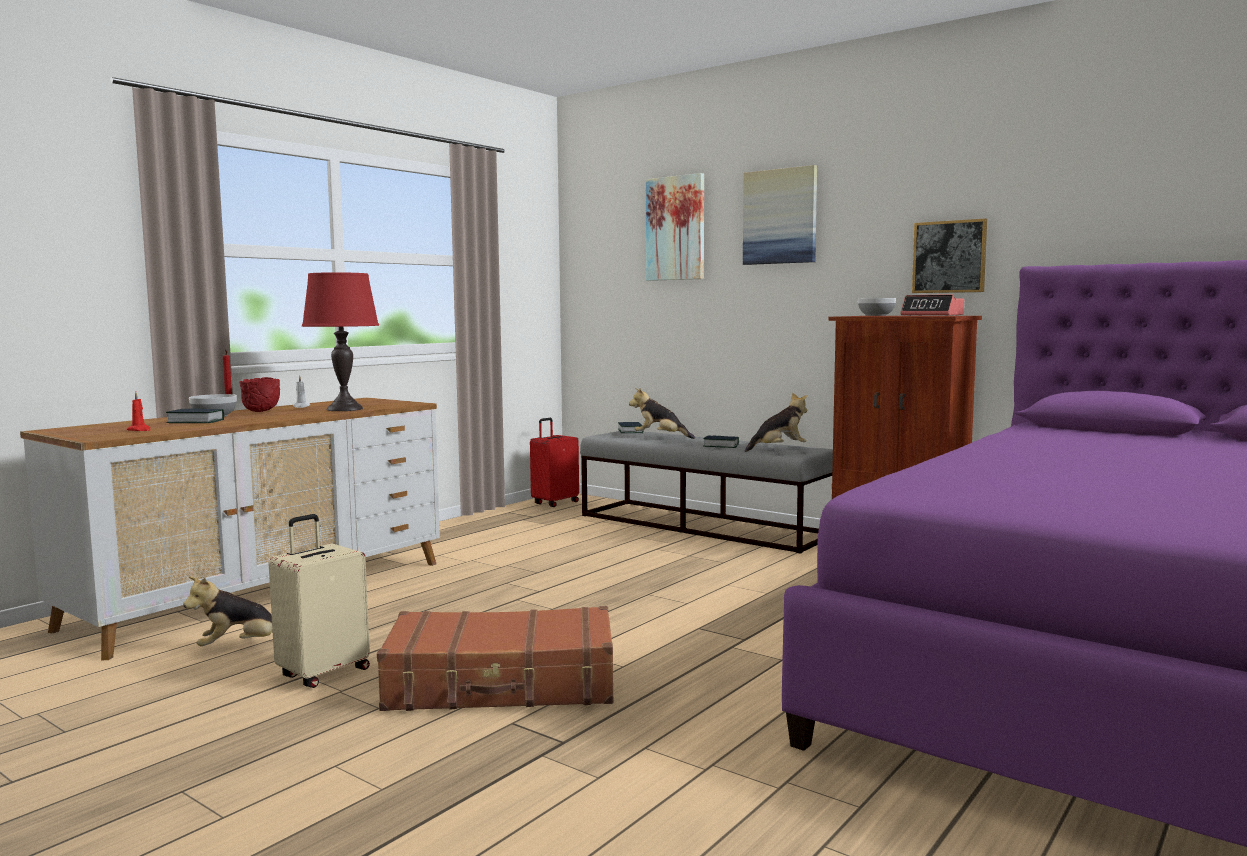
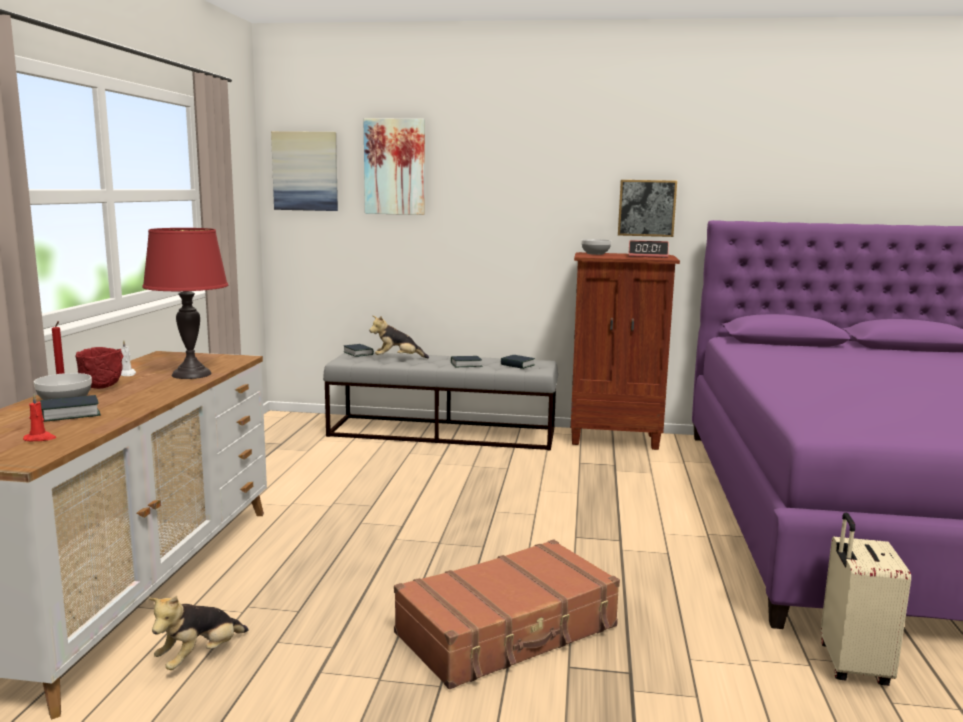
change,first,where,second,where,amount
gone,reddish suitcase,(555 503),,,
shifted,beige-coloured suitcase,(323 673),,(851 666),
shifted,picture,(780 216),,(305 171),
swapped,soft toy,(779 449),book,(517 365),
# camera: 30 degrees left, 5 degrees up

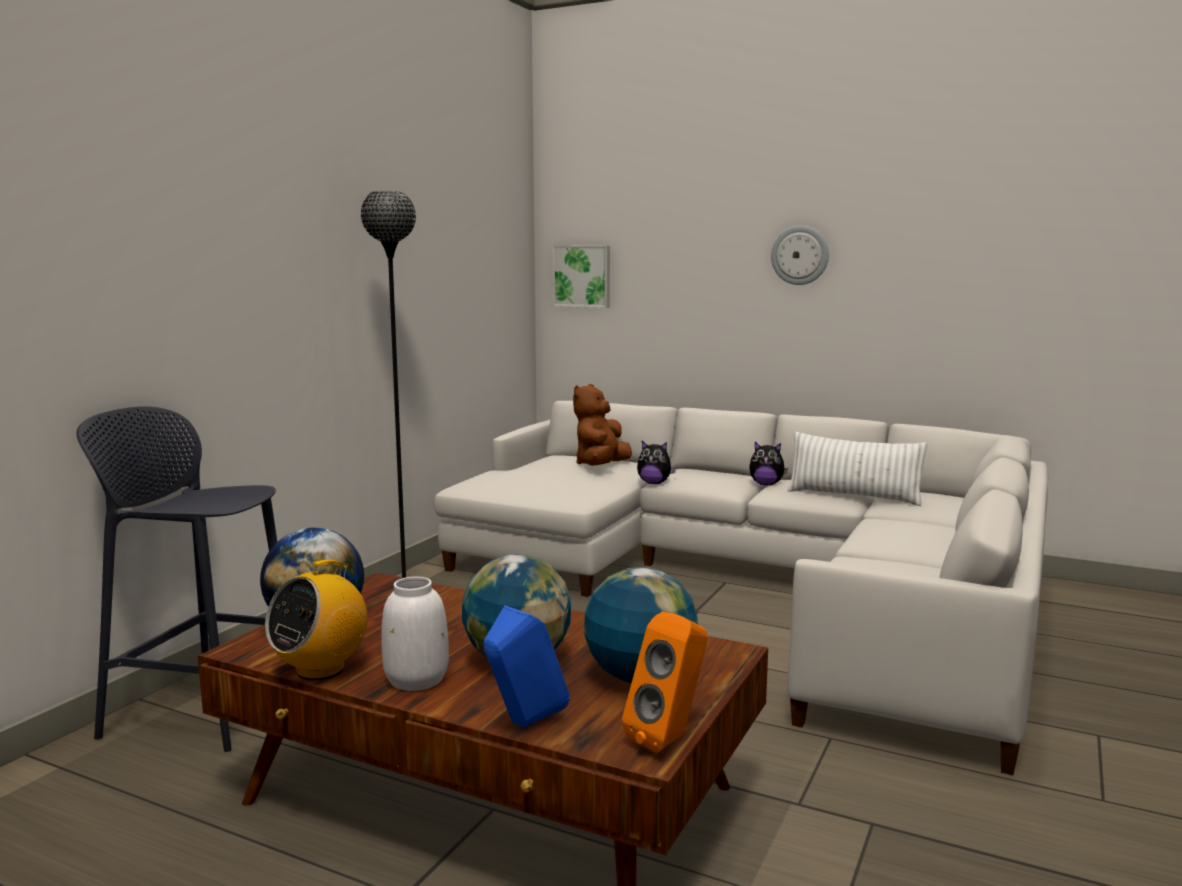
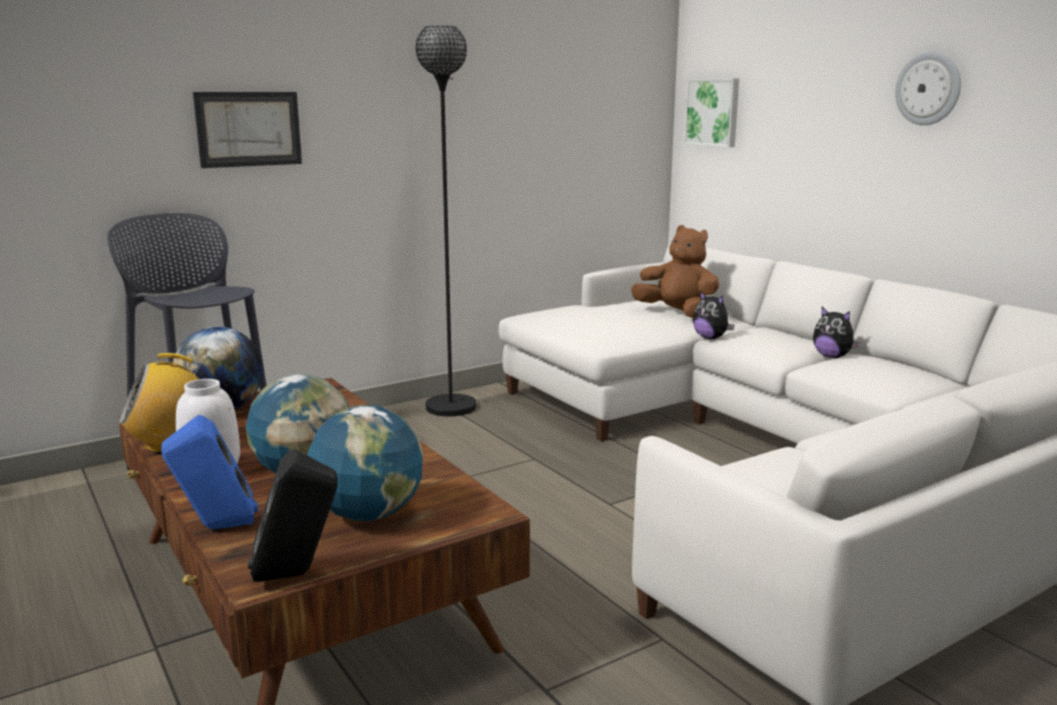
change,first,where,second,where,amount
gone,white cushion,(853 496),,,
new,,,picture,(249 129),
repainted,orange-coloured audio speaker,(669 739),blackish audio speaker,(297 574),
rotated,brown-coloured soft toy,(601 466),,(677 314),75 degrees clockwise
# camera: 30 degrees right, 5 degrees up

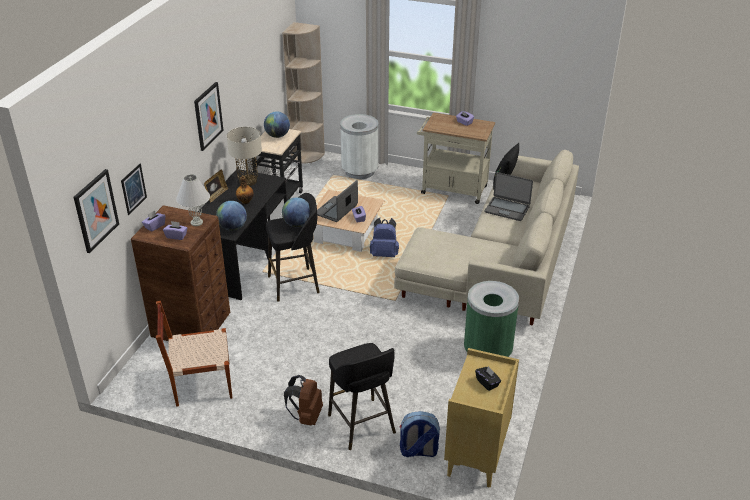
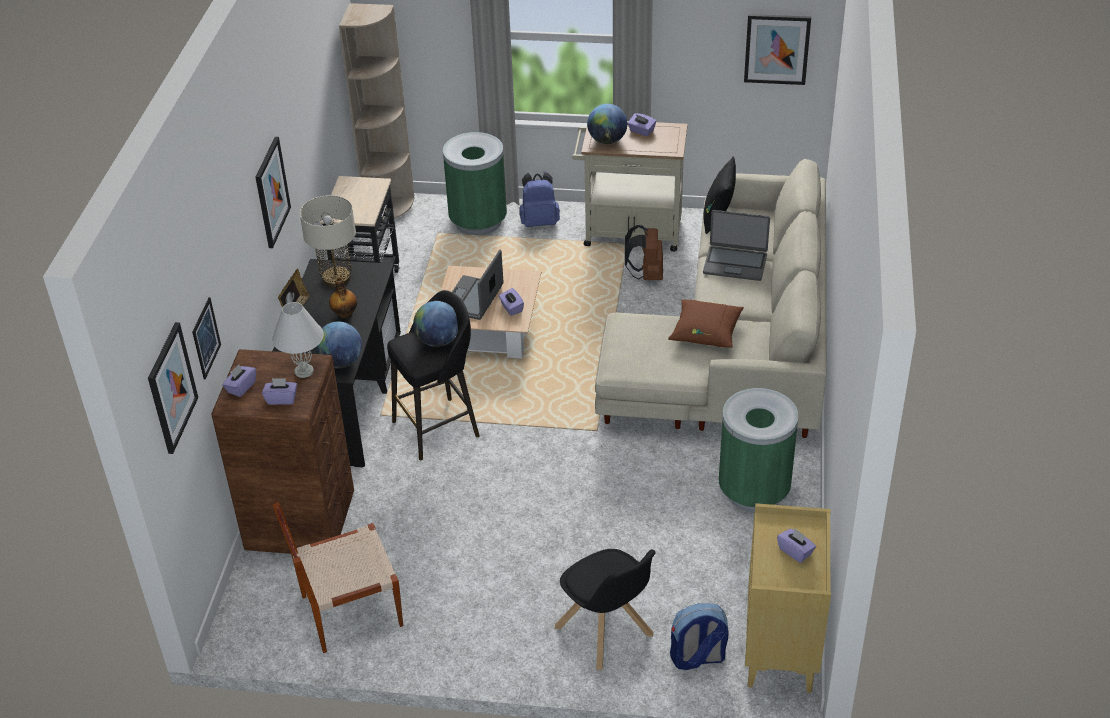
change,first,where,second,where,amount
new,,,brown-coloured cushion,(705 332),
new,,,picture,(777 49),
shifted,globe,(277 136),,(607 140),
shifted,brown-coloured rucksack,(306 416),,(646 275),
shifted,blue-coloured rucksack,(384 254),,(539 222),
swapped,blackish sitting stool,(362 425),blackish chair,(607 634),
repainted,white rubbish bin,(359 171),greenish rubbish bin,(478 221),
repainted,blackish tissue box,(487 383),purple tissue box,(795 551),
# camera: 10 degrees left, 5 degrees up

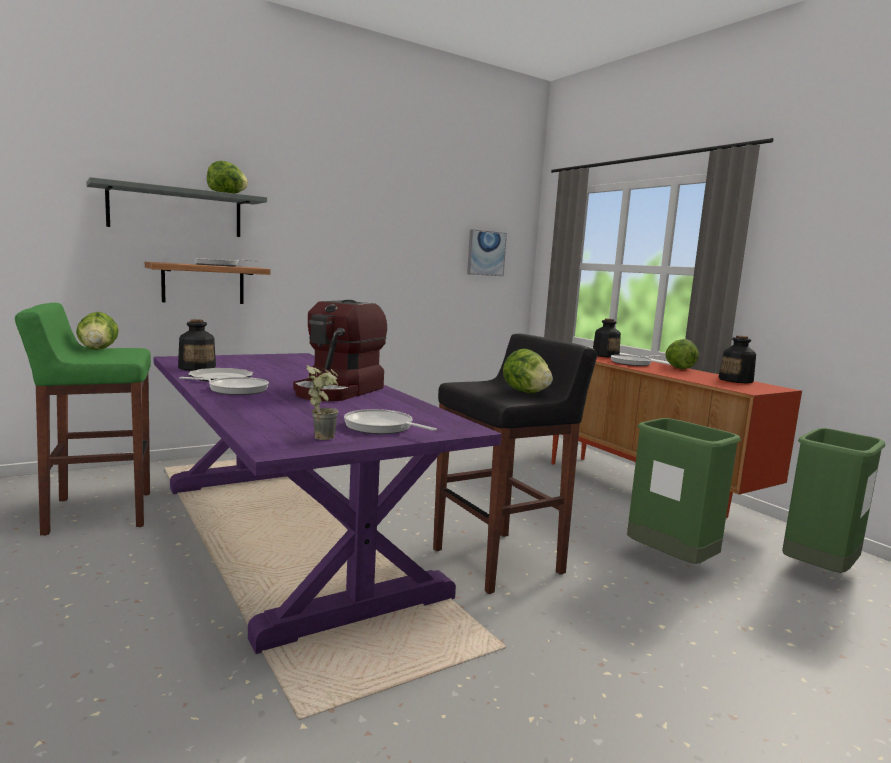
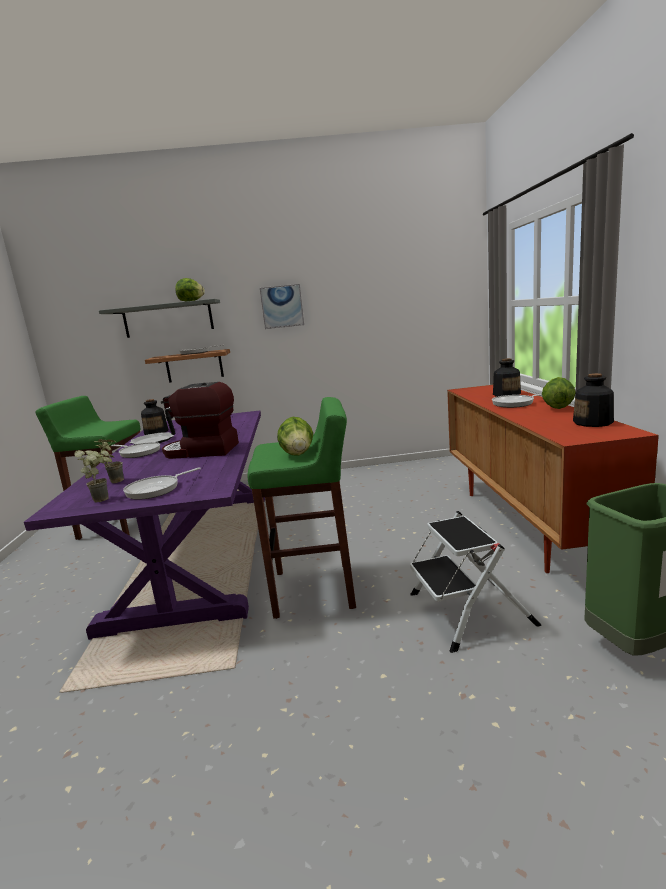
change,first,where,second,where,amount
gone,lettuce,(98 349),,,
new,,,houseplant,(113 481),
shifted,picture,(486 253),,(282 306),
swapped,greenish rubbish bin,(670 562),stepladder,(470 611),
repainted,blackish sitting stool,(499 561),greenish sitting stool,(315 589),
rotated,coffee brewer,(339 391),,(201 451),45 degrees clockwise
rotated,frying pan,(381 427),,(156 489),105 degrees counterclockwise
# camera: 30 degrees right, 5 degrees up

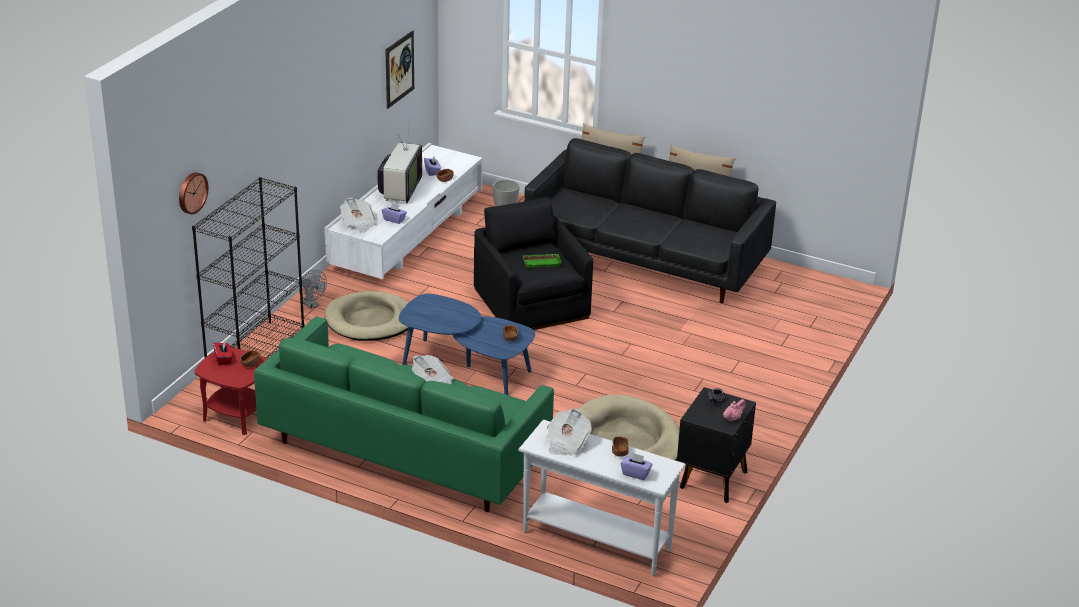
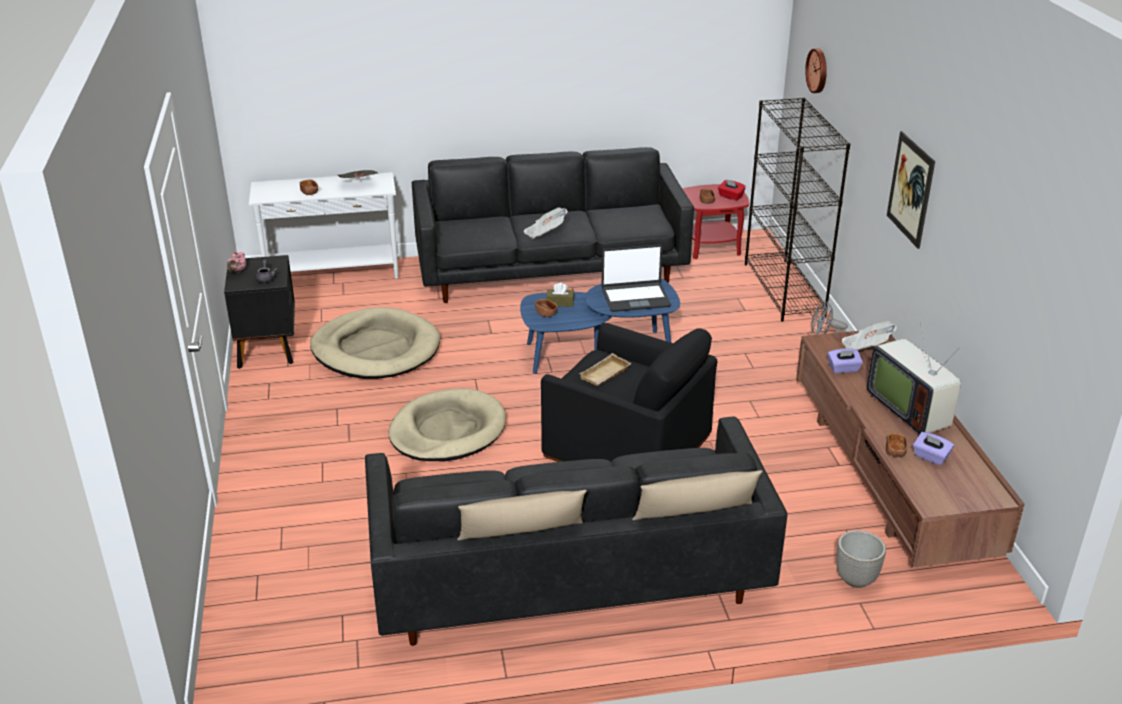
change,first,where,second,where,amount
gone,purple tissue box,(636 473),,,
new,,,brown-coloured tissue box,(560 303),
new,,,portable computer,(635 298),
shifted,beige-coloured dog bed,(370 321),,(447 430),
shifted,picture,(399 69),,(910 189),
repainted,greenish couch,(405 452),blackish couch,(551 273),
repainted,white tv stand,(406 233),brown-coloured tv stand,(891 471),
repainted,greenish carrying tray,(542 262),beige-coloured carrying tray,(605 375),
# camera: 145 degrees right, 0 degrees up

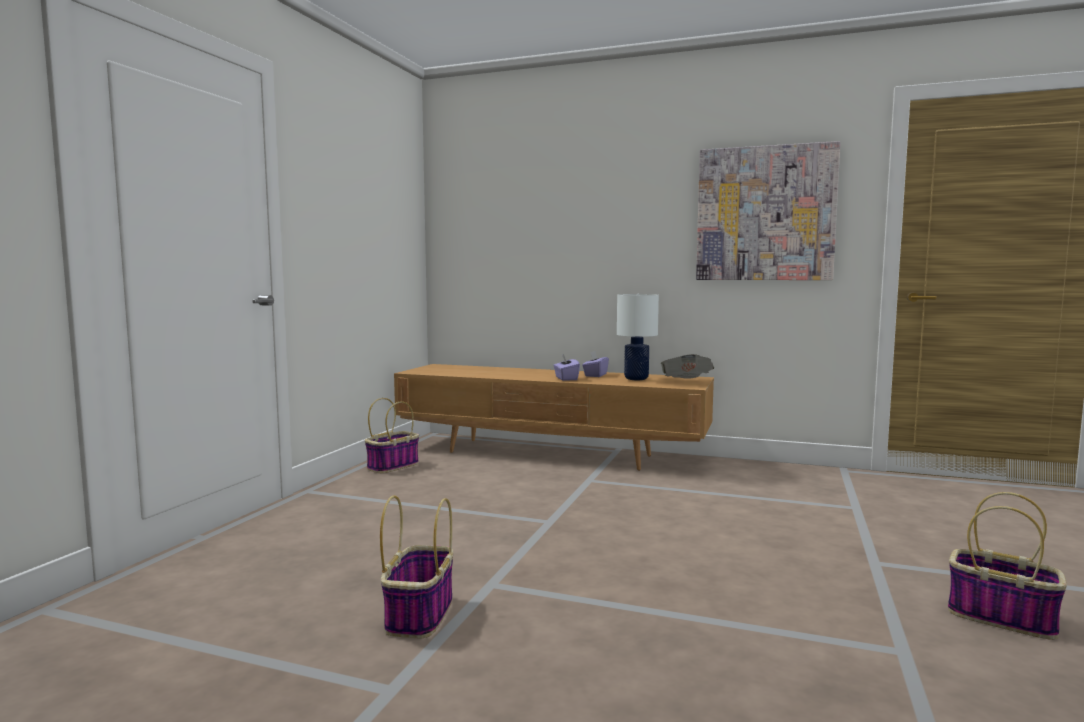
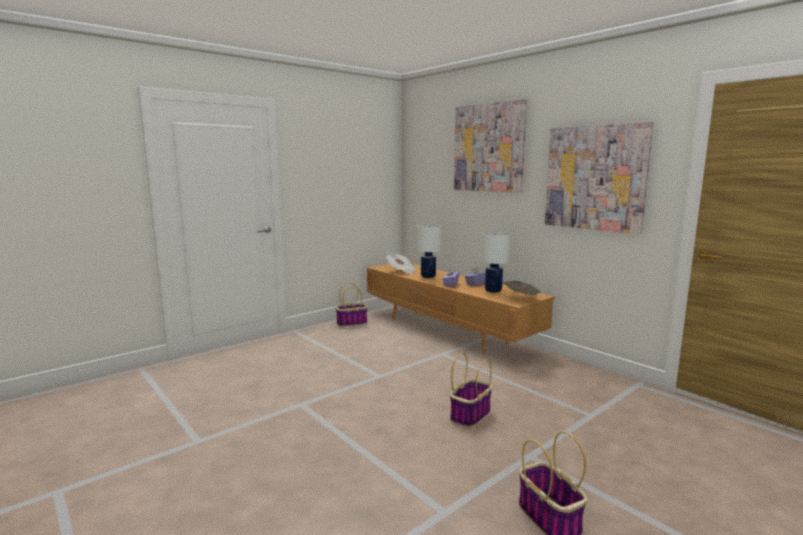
change,first,where,second,where,amount
new,,,newspaper,(401 271),
new,,,white tabletop lamp,(428 277),
new,,,picture,(489 147),
shifted,storage basket,(419 614),,(470 415),
# camera: 30 degrees right, 5 degrees up

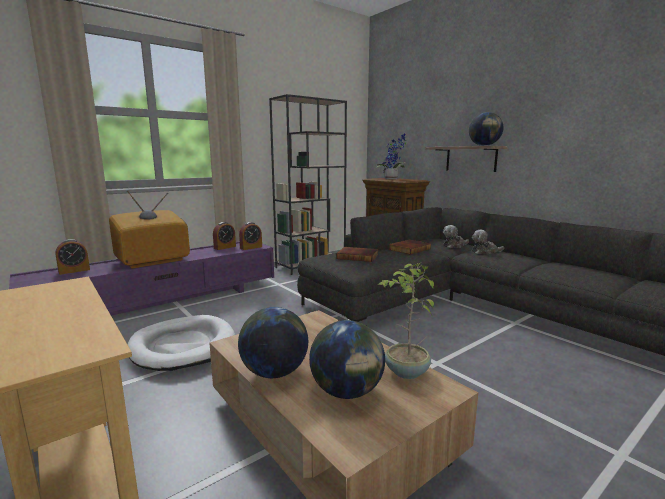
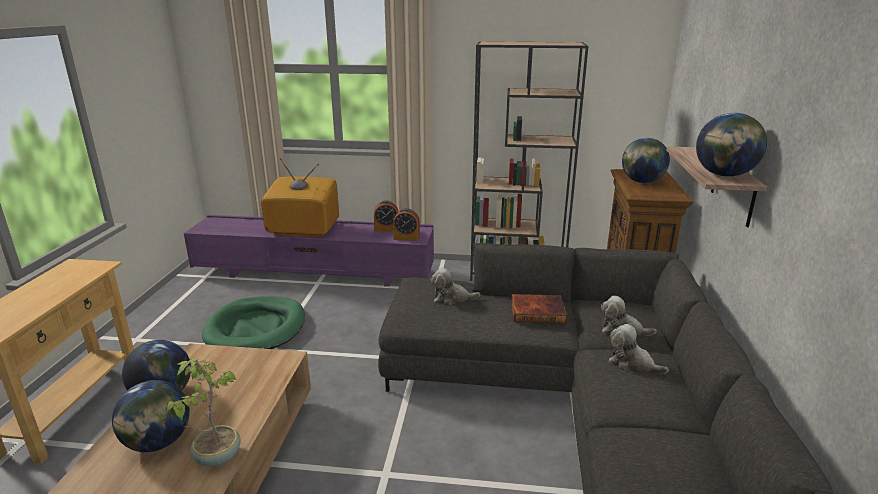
change,first,where,second,where,amount
gone,table clock,(74 271),,,
swapped,book,(358 256),soft toy,(451 298),
swapped,houseplant,(392 179),globe,(642 182),
repainted,white dog bed,(183 346),greenish dog bed,(256 328),
# camera: 45 degrees right, 10 degrees up

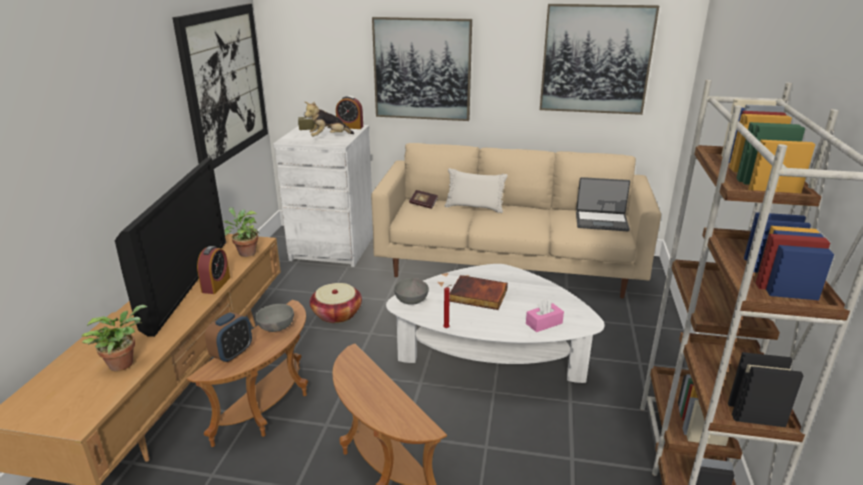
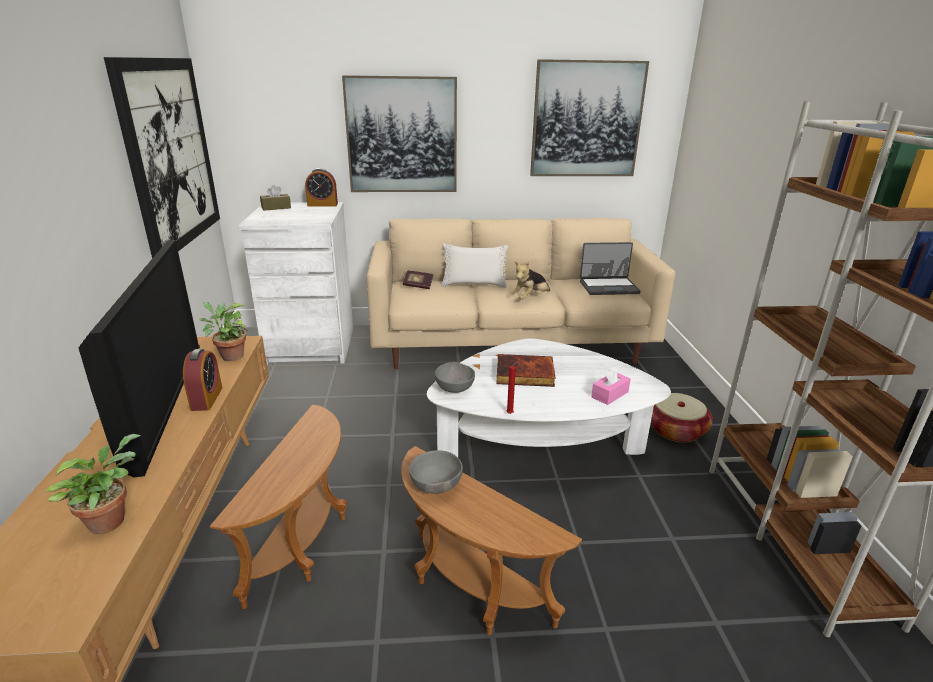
change,first,where,second,where,amount
gone,table clock,(232 354),,,
shifted,grey bowl,(275 328),,(435 487),
shifted,soft toy,(328 137),,(530 298),
shifted,storage basket,(337 314),,(676 430),
# camera: 15 degrees left, 0 degrees up

